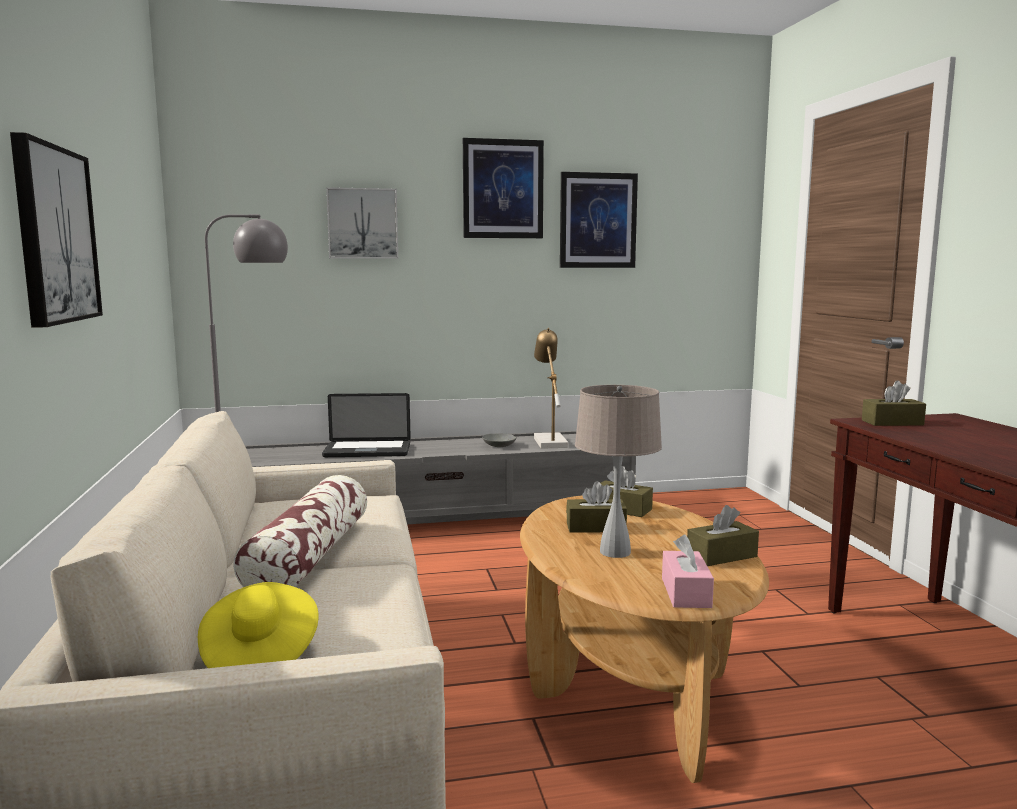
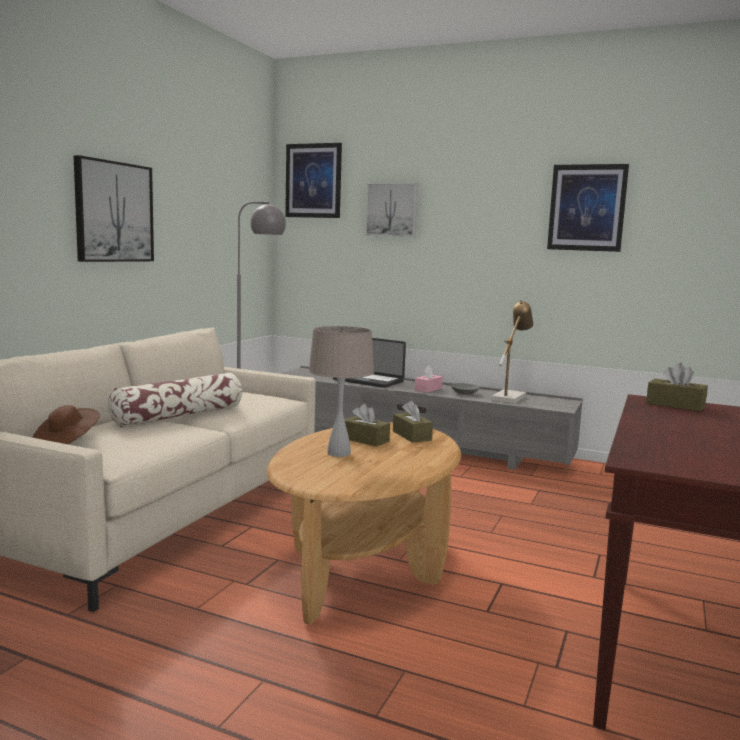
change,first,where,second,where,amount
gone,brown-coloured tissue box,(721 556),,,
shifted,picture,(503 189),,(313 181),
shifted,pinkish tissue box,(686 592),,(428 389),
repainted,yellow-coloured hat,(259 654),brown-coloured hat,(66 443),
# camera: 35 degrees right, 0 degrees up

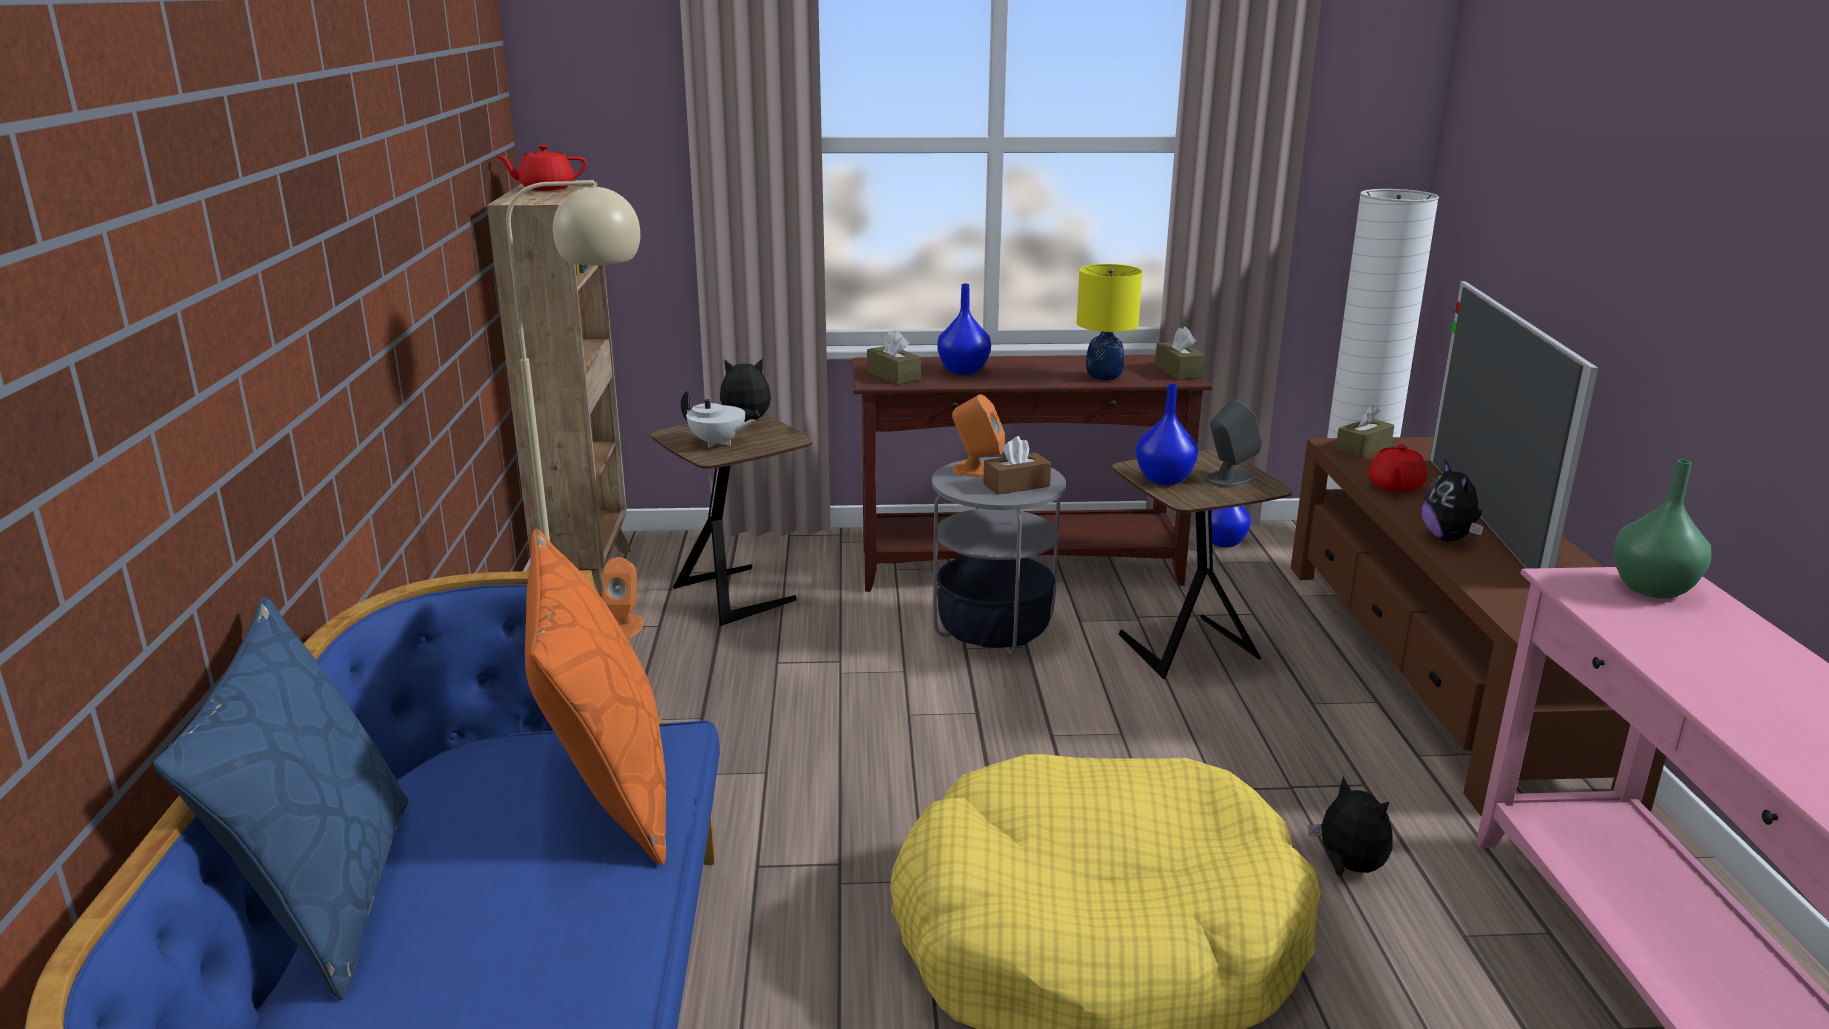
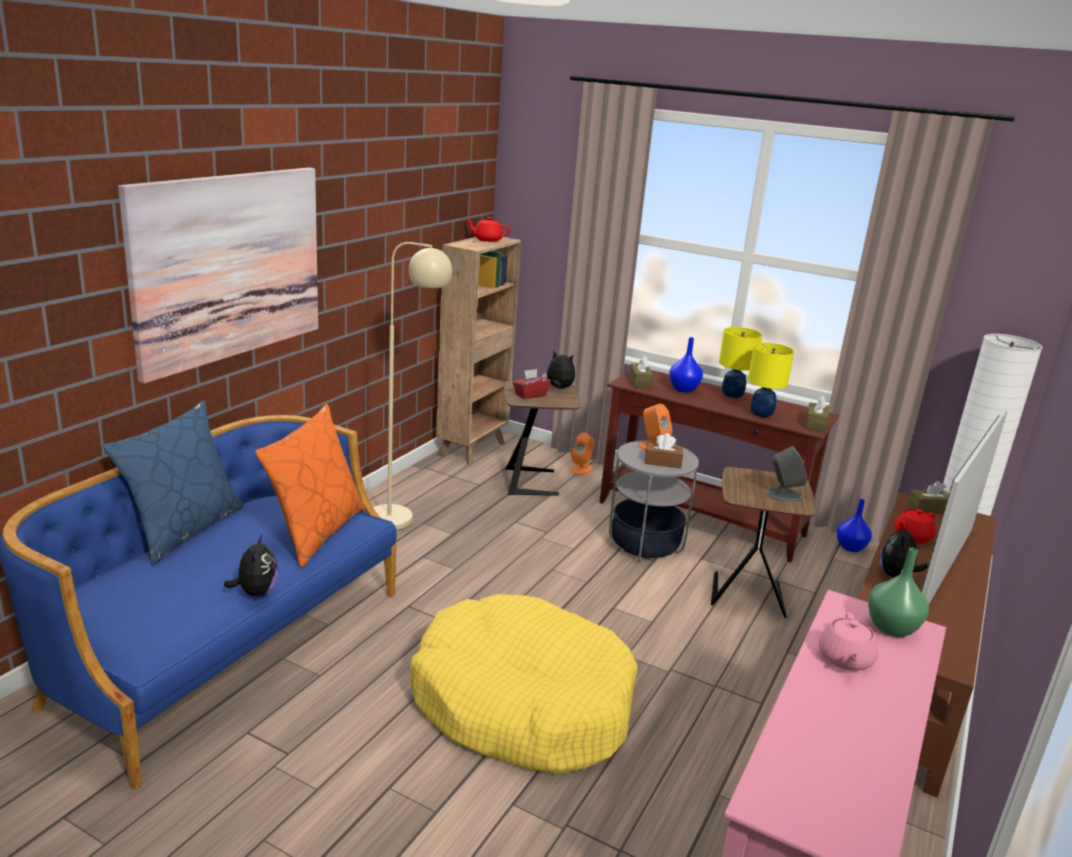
change,first,where,second,where,amount
gone,blue-coloured decorative vase,(1164 479),,,
new,,,picture,(229 266),
new,,,yellow-coloured tabletop lamp,(731 395),
new,,,pinkish teapot,(845 659),
shifted,orange-coloured audio speaker,(624 626),,(581 469),
shifted,soft toy,(1348 867),,(256 592),
swapped,white teapot,(718 443),reddish tissue box,(530 395),
# camera: 30 degrees right, 0 degrees up

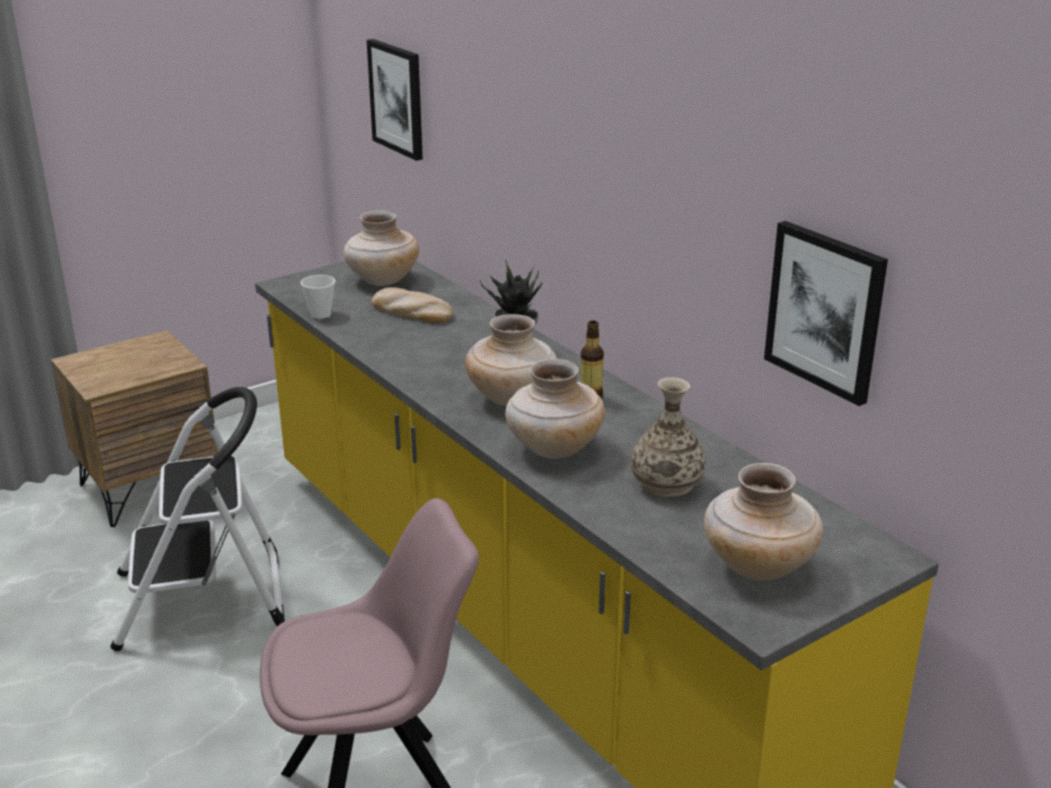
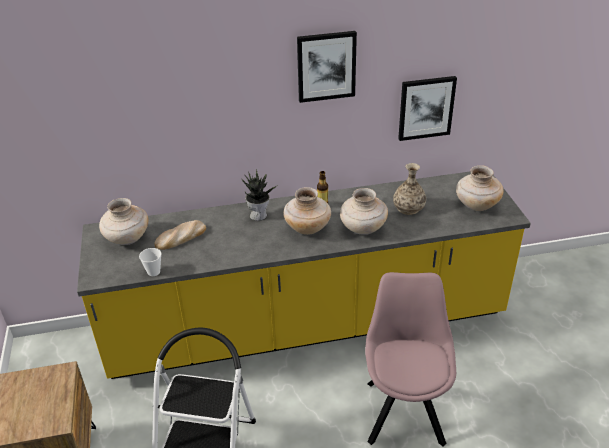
change,first,where,second,where,amount
shifted,picture,(397 98),,(326 66),
# camera: 65 degrees left, 10 degrees up

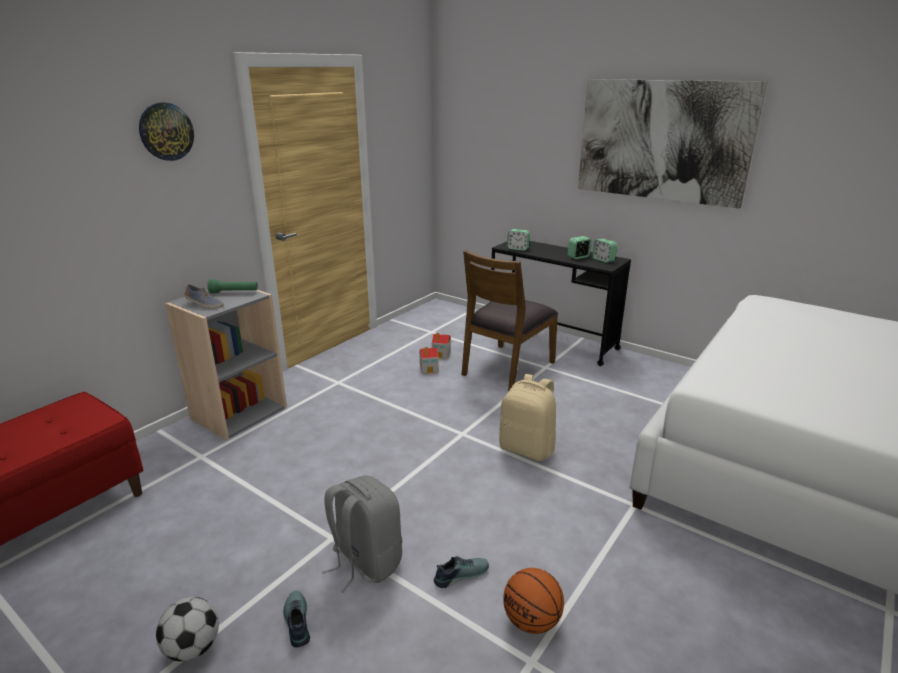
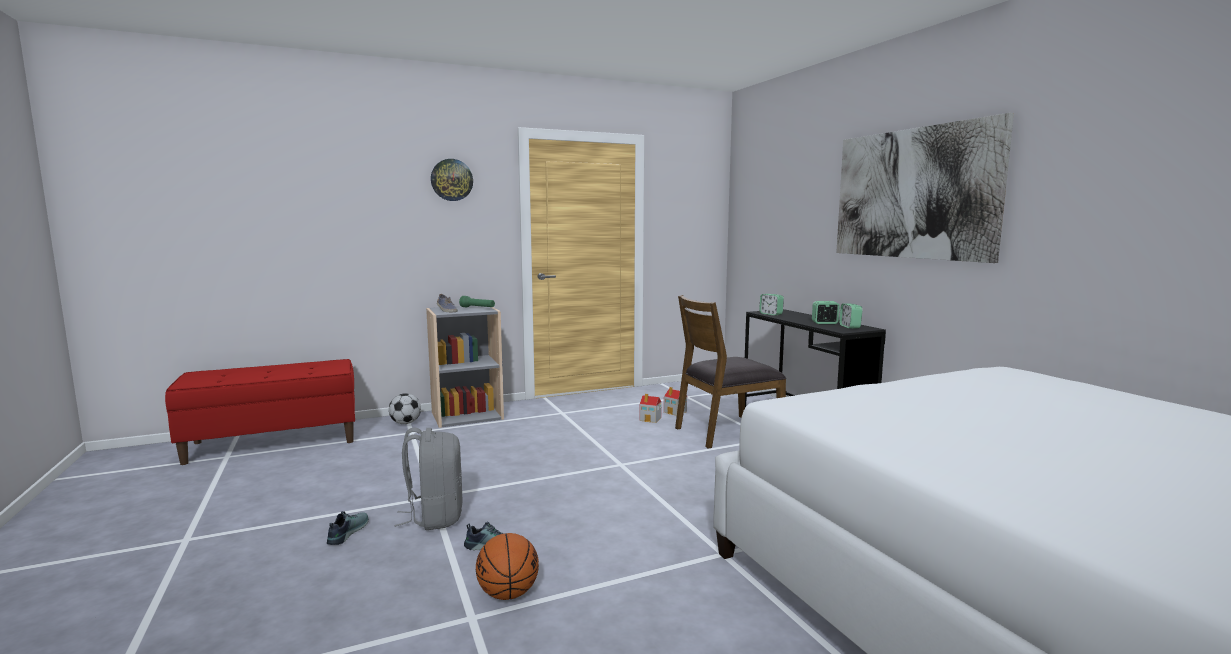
change,first,where,second,where,amount
gone,beige-coloured rucksack,(527 449),,,
shifted,football,(193 648),,(405 423),
# camera: 30 degrees right, 15 degrees down

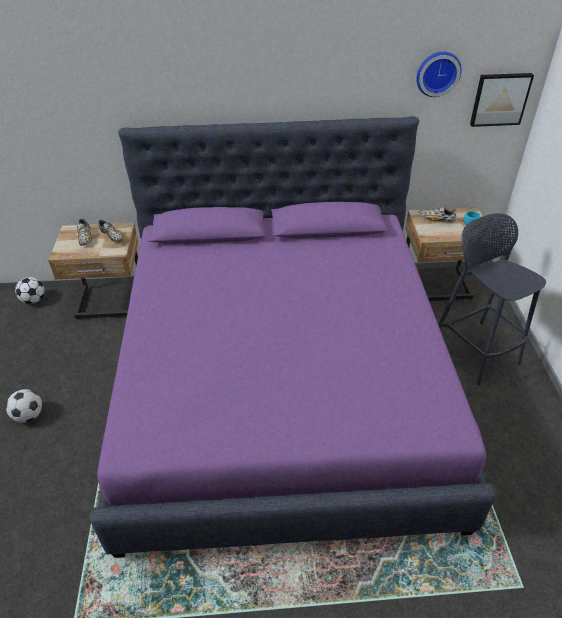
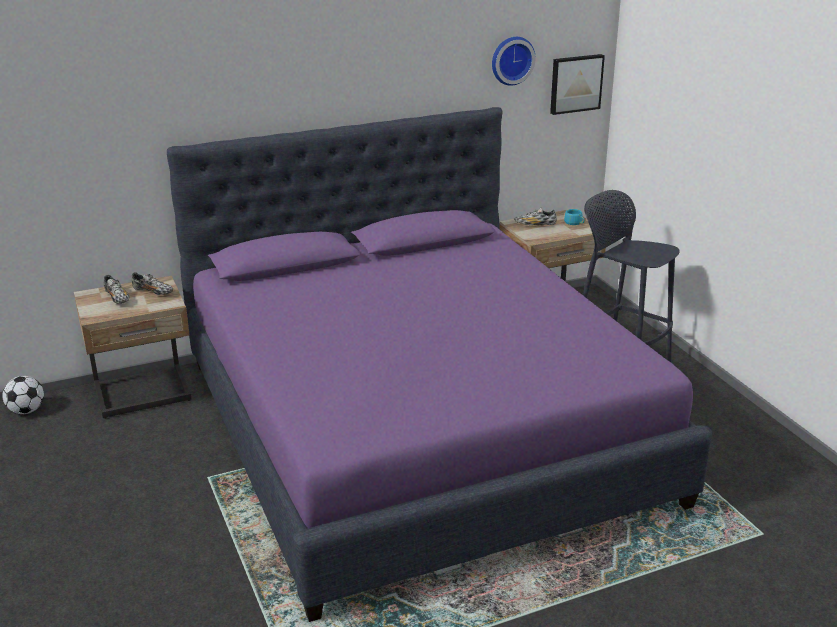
change,first,where,second,where,amount
gone,football,(29 416),,,
# camera: 20 degrees left, 15 degrees down

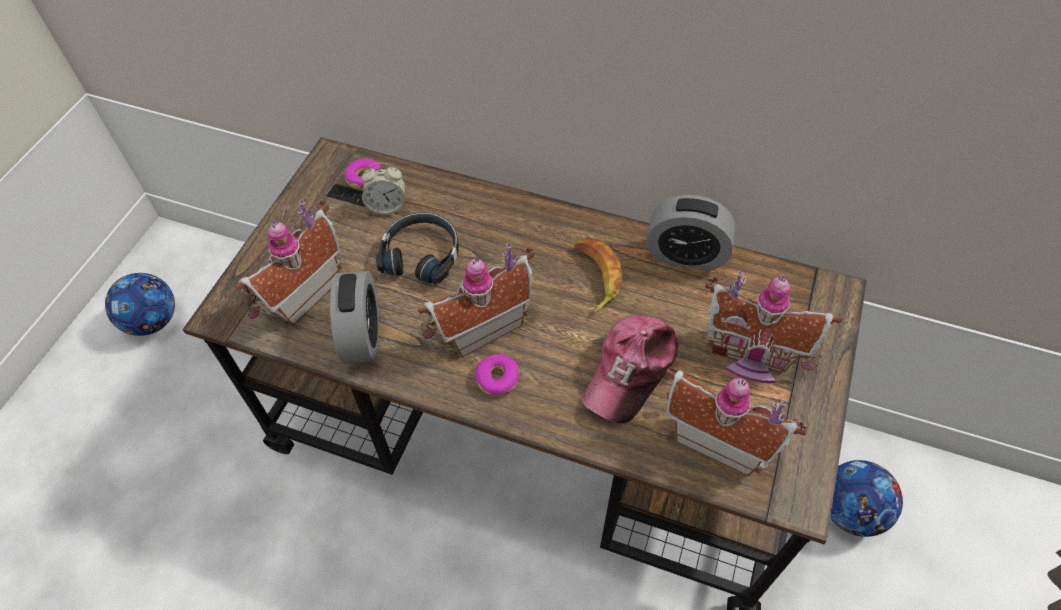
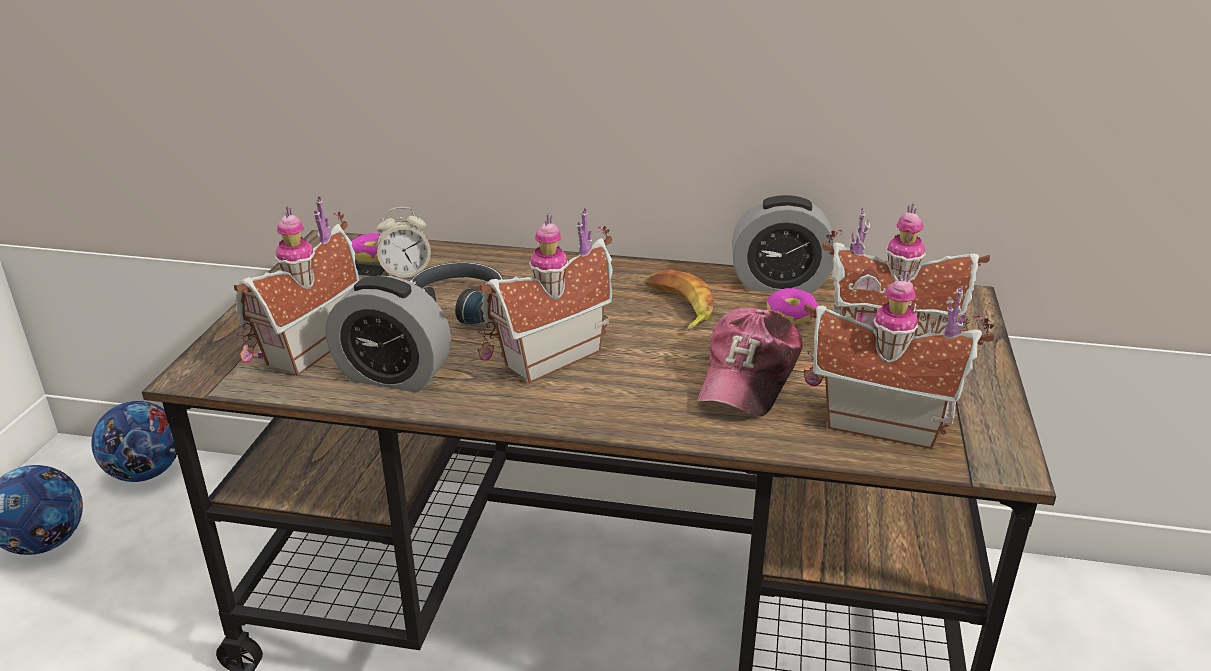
change,first,where,second,where,amount
shifted,ring doughnut,(497 379),,(791 314),
shifted,football,(850 511),,(145 473),
rotated,table clock,(362 335),,(393 376),120 degrees clockwise
# camera: 10 degrees left, 25 degrees down

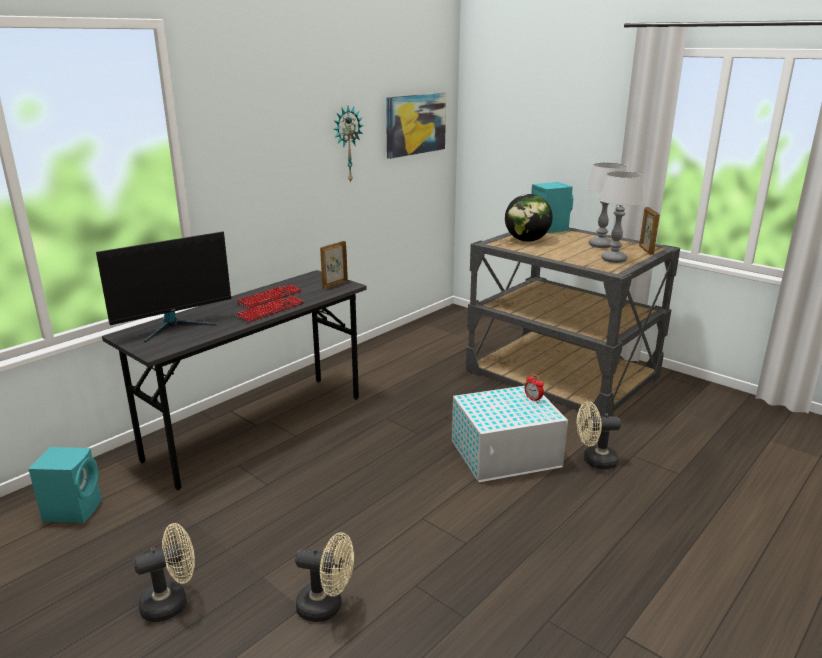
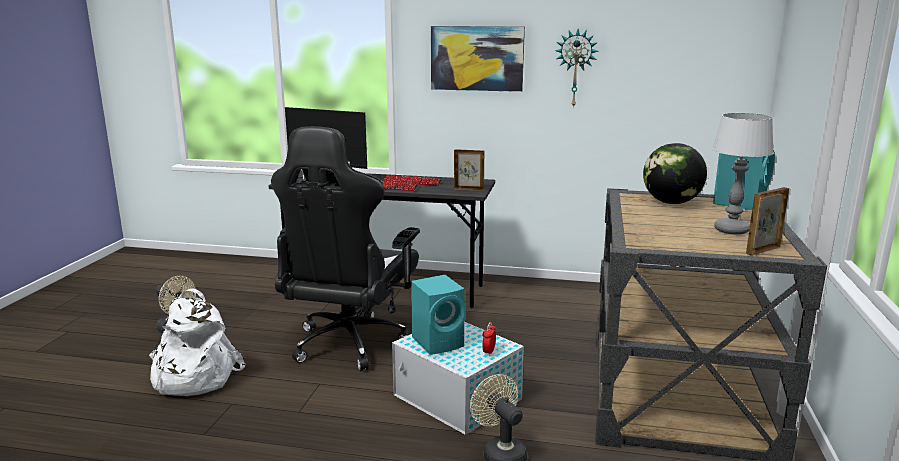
change,first,where,second,where,amount
gone,tabletop lamp,(613 260),,,
new,,,blackish computer chair,(352 340),
shifted,turquoise-coloured audio speaker,(74 509),,(439 342),
shifted,picture,(415 124),,(477 58),
swapped,beige-coloured fan,(327 606),white rucksack,(192 377),
# camera: 60 degrees right, 5 degrees down

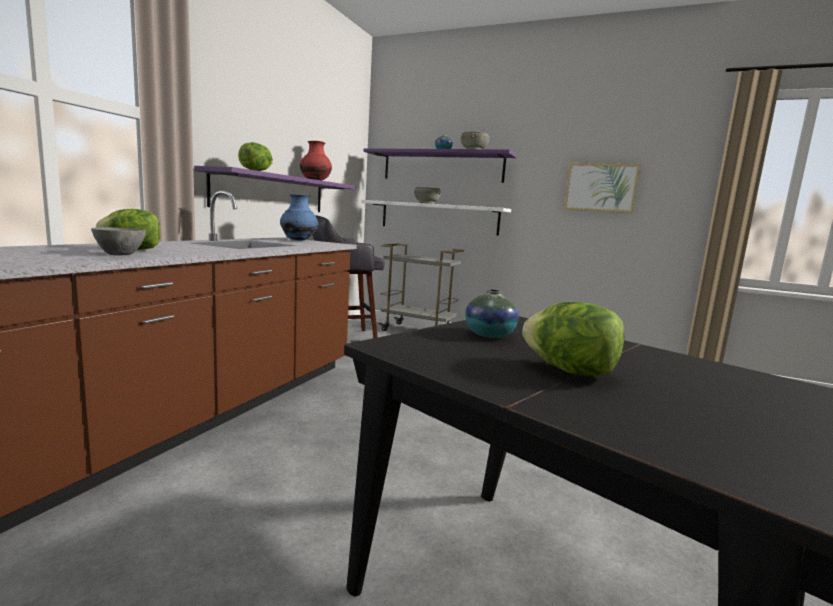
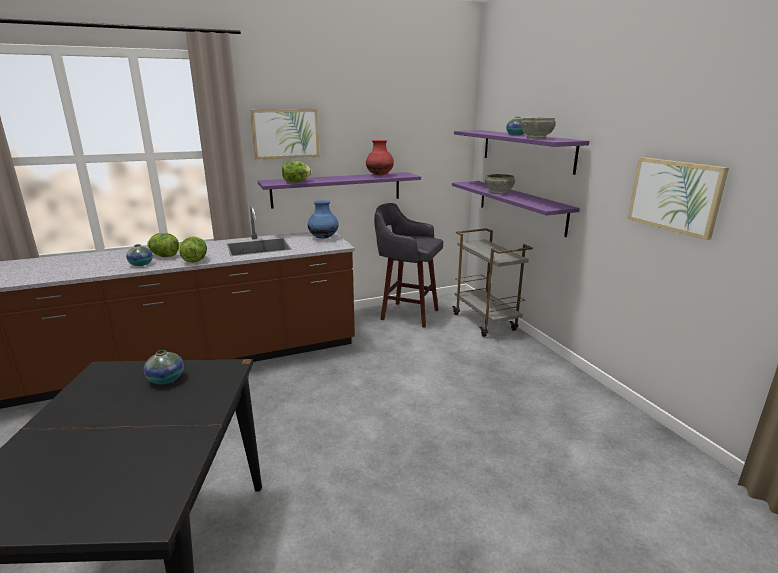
change,first,where,second,where,amount
new,,,picture,(285 134),
shifted,lettuce,(570 371),,(195 260),
swapped,grey bowl,(121 254),decorative vase,(141 264),
repainted,white bracket shelf,(438 217),purple bracket shelf,(520 206),
# camera: 45 degrees right, 10 degrees up

